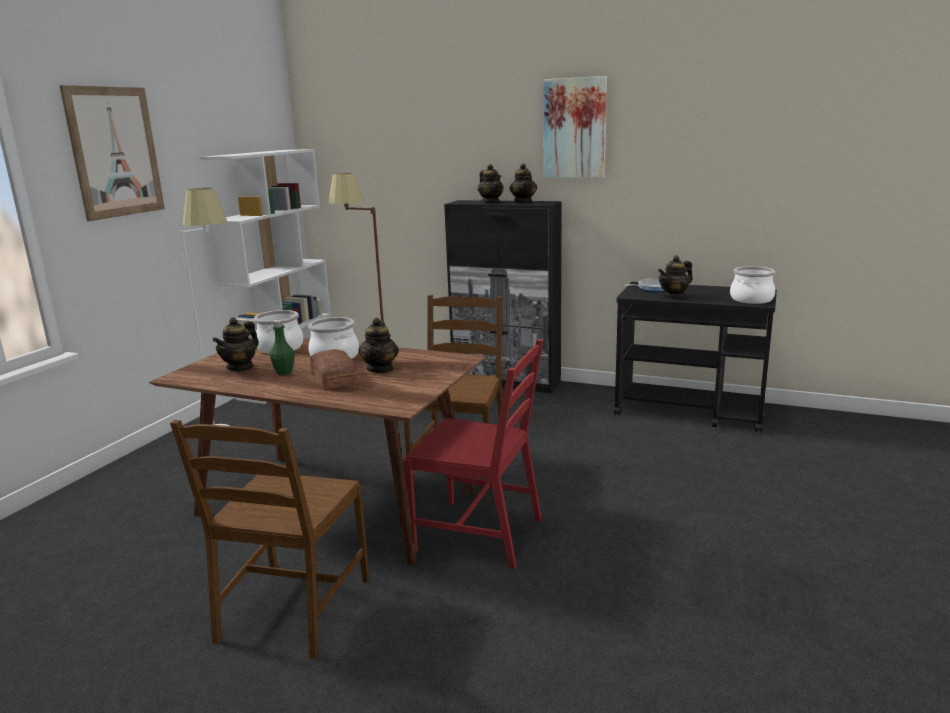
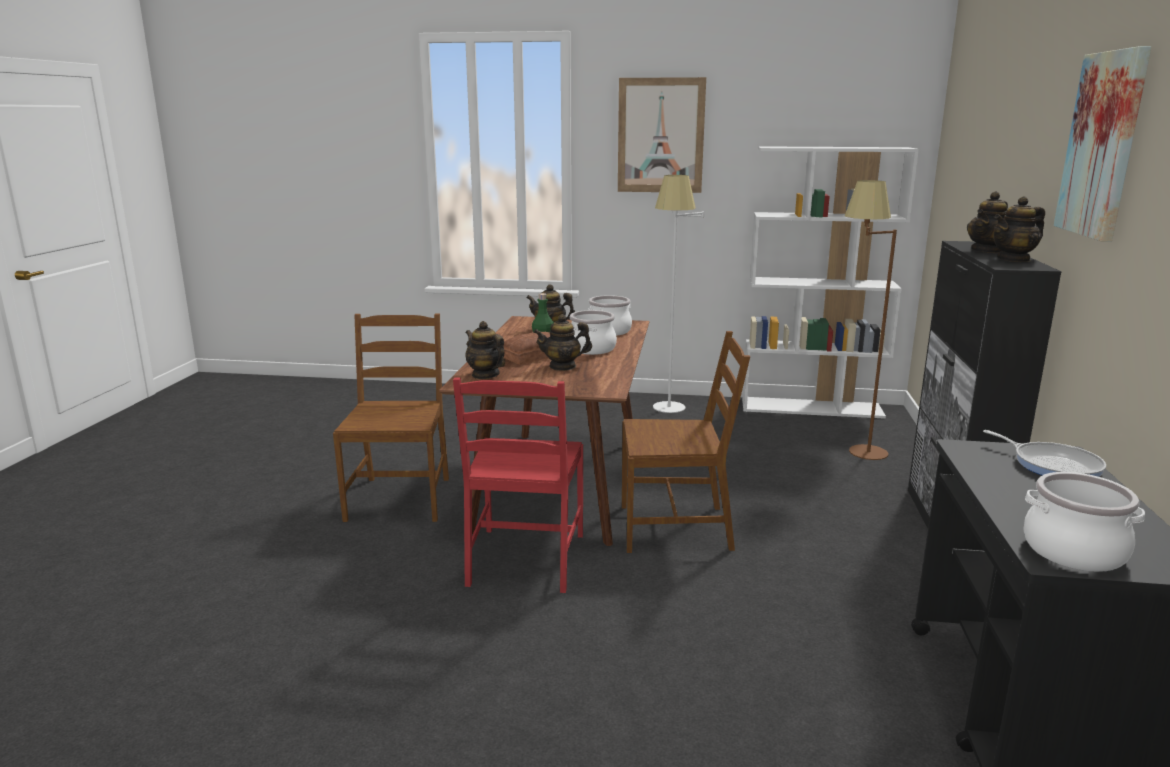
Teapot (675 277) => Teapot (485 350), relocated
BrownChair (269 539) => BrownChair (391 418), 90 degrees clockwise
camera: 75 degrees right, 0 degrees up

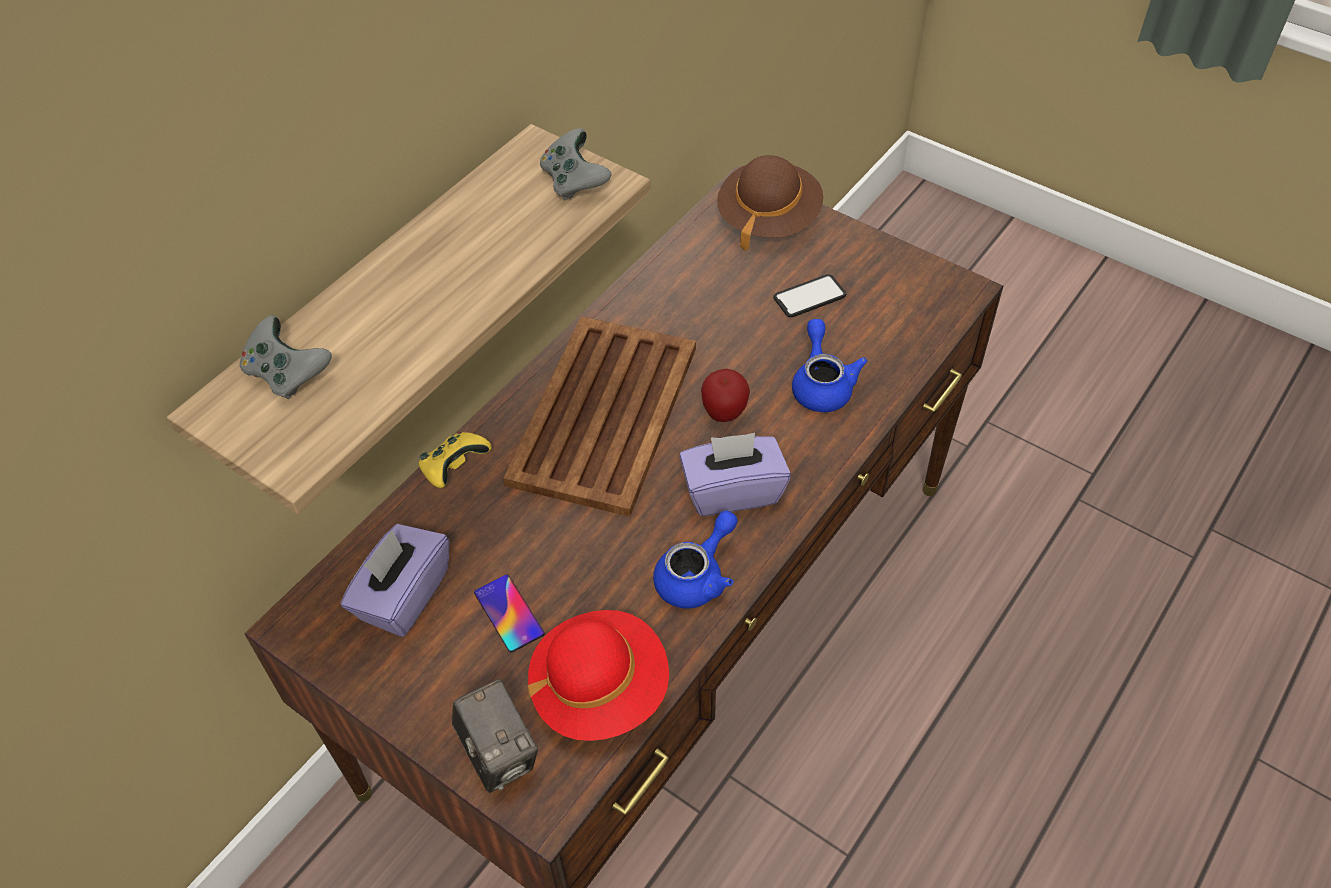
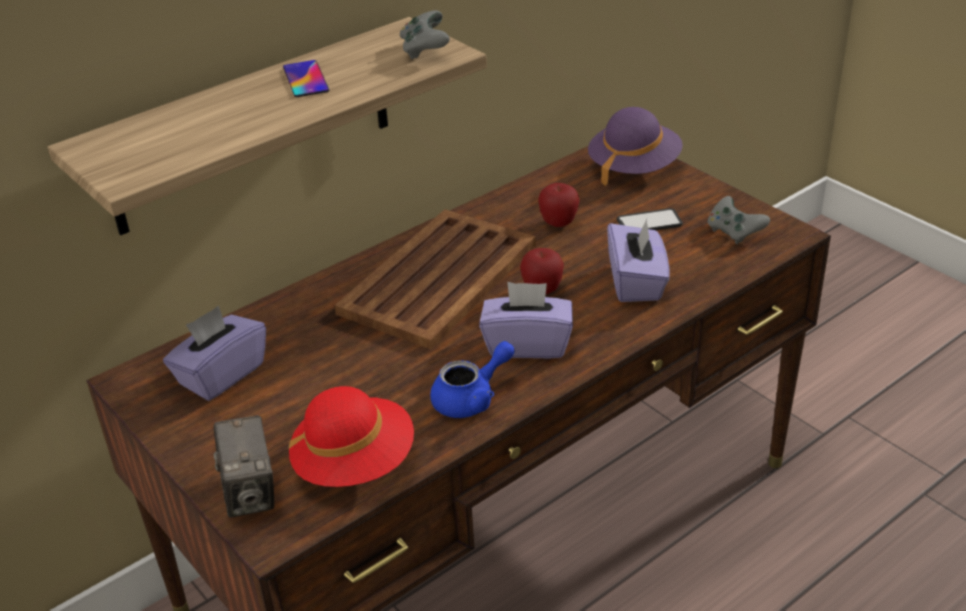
BrownHat (770 203) => PurpleHat (635 146)
GreyGameController (286 357) => GreyGameController (738 220), relocated
BlueTeapot (829 365) => PurpleTissueBox (638 260)
YellowGameController (455 460) => nothing
Phone (509 613) => Phone (306 78), relocated
nothing => Apple (559 205)
camera: 15 degrees right, 15 degrees down

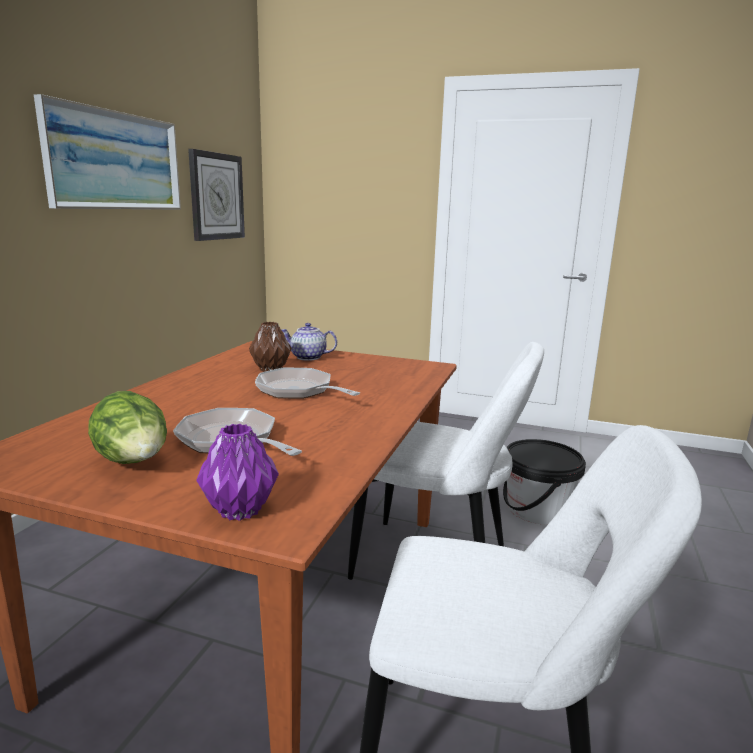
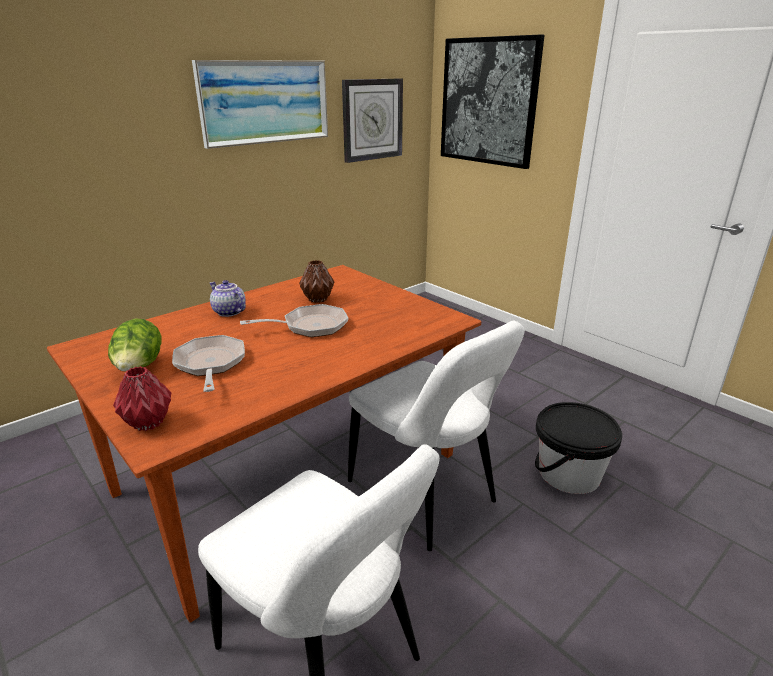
Teapot (309 342) => Teapot (228 298), relocated
FryingPan (307 383) => FryingPan (294 320), 90 degrees clockwise
PurpleVase (237 472) => RedVase (142 398)
nothing => Picture (493 102)
camera: 30 degrees right, 10 degrees up

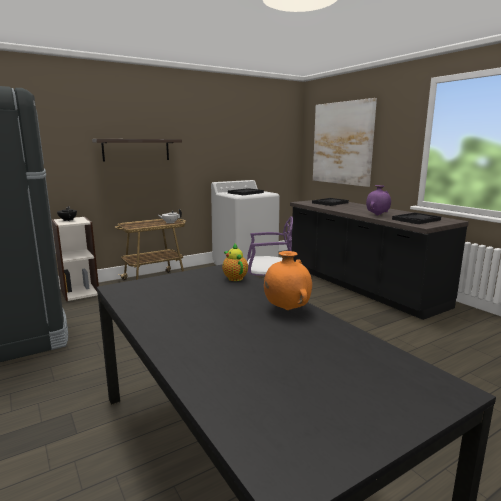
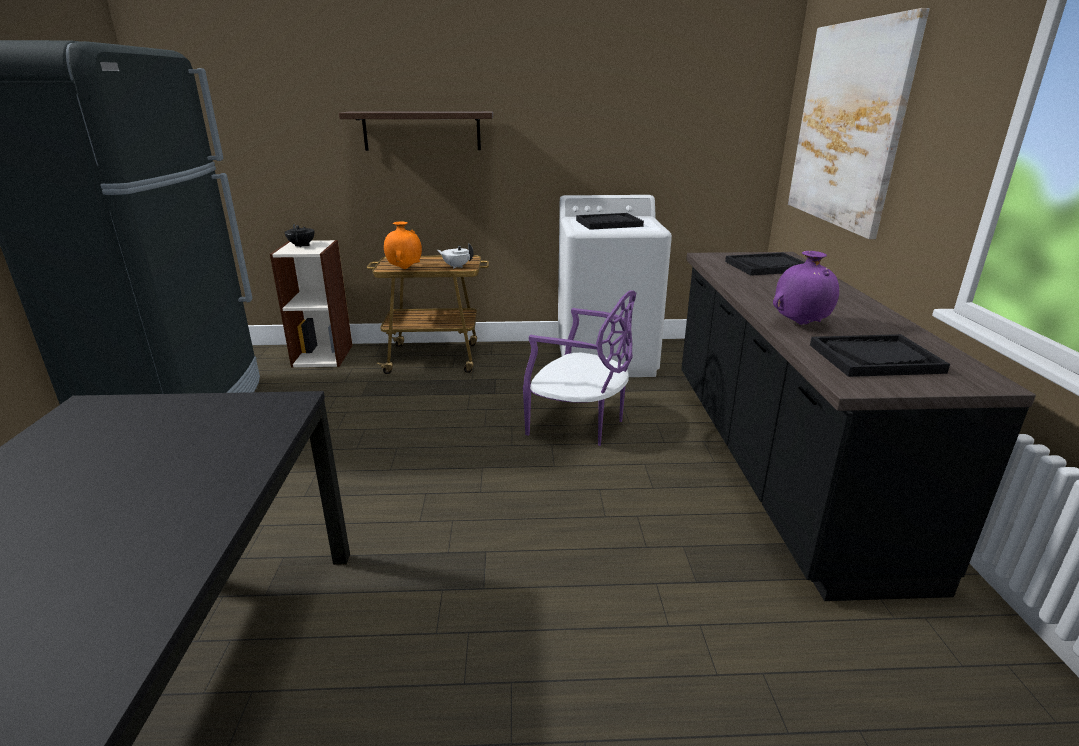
Teapot (235 262) => nothing
OrangeVase (288 280) => OrangeVase (403 245), relocated
camera: 30 degrees right, 10 degrees up

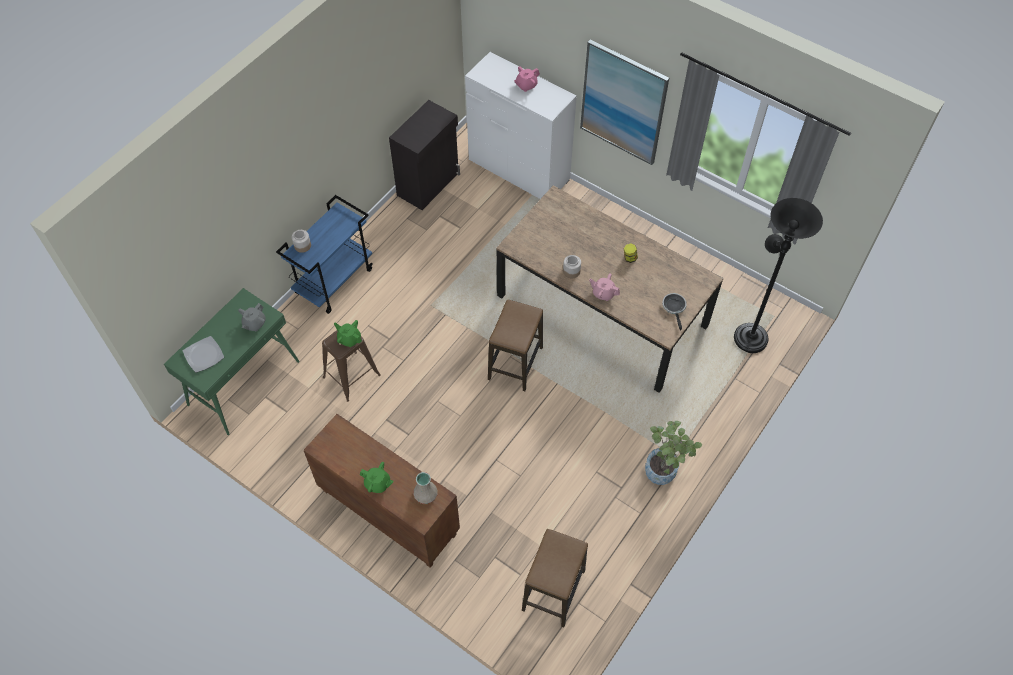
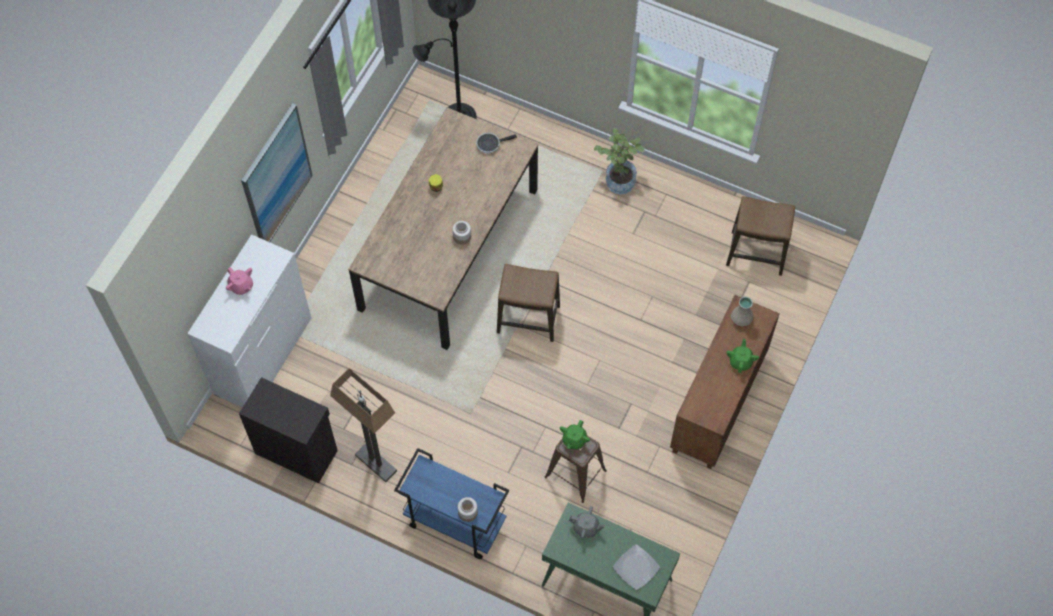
PinkTeapot (604 287) => nothing
nothing => FloorLamp (363 425)
camera: 100 degrees left, 5 degrees up

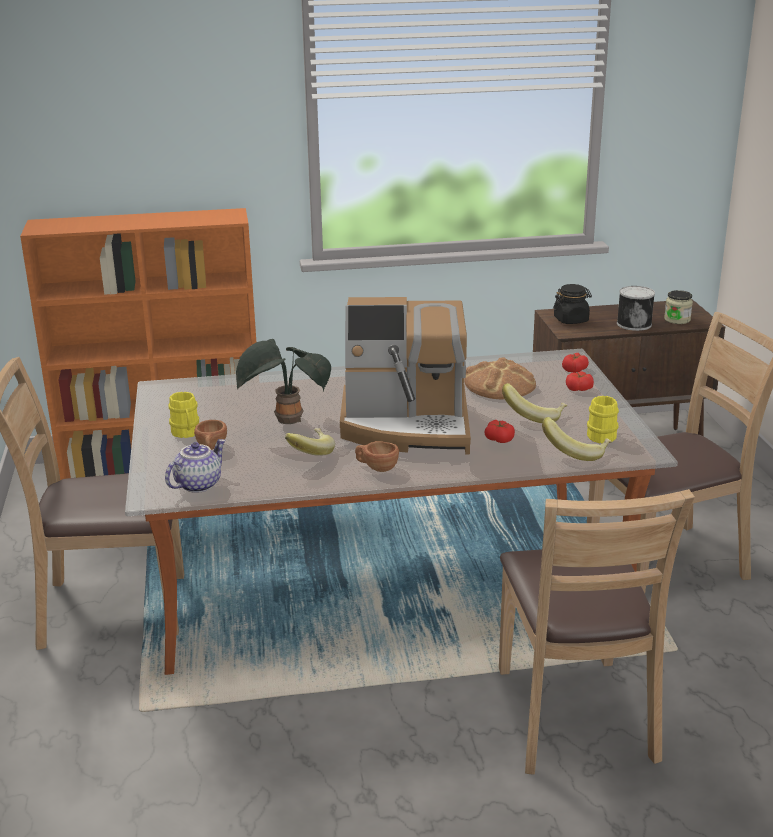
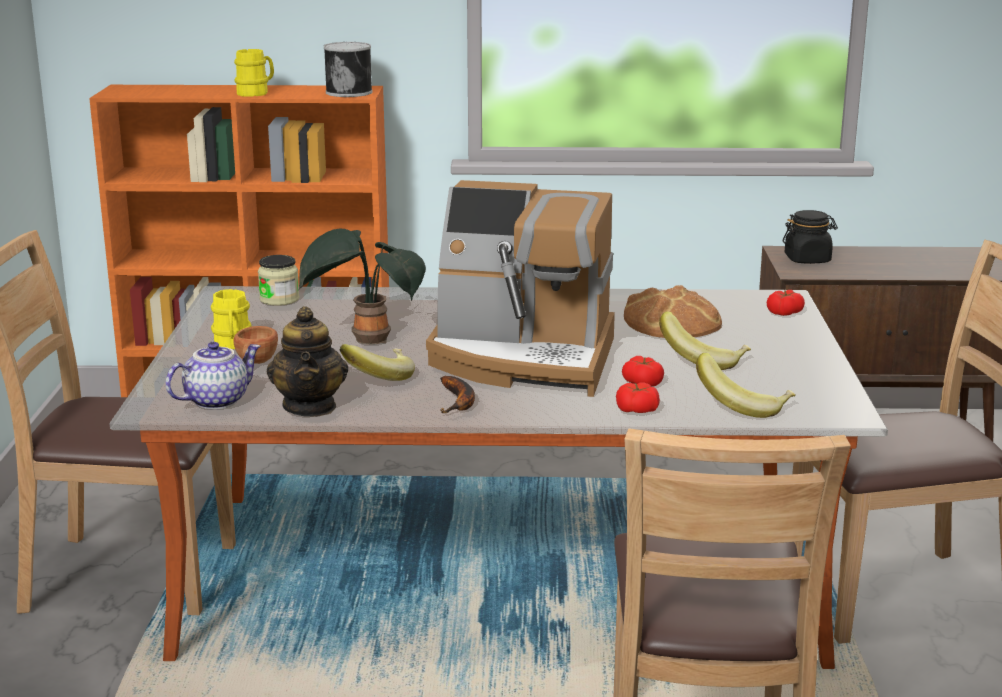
Can (636 308) => Can (348 69), relocated
Jar (678 307) => Jar (278 280), relocated
Tomato (580 381) => Tomato (638 397), relocated
YellowMug (603 420) => YellowMug (254 73), relocated
BrownCup (377 456) => Banana (457 395)
nothing => Teapot (307 361)
camera: 10 degrees right, 5 degrees down

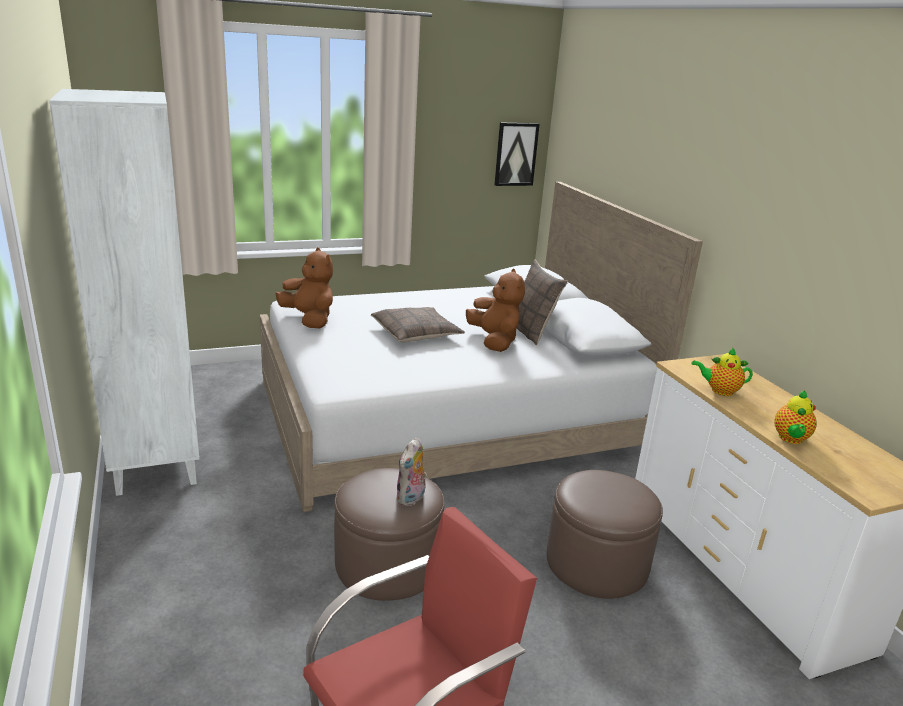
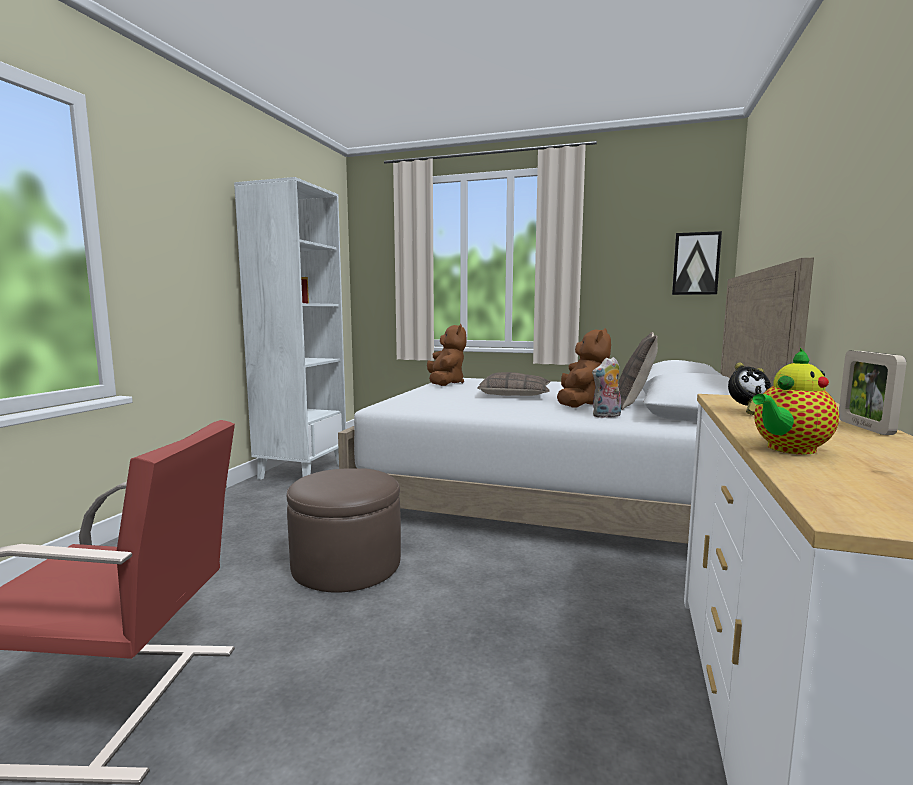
Teapot (722 371) => AlarmClock (750 389)
PlushToy (411 471) => PlushToy (606 387), relocated
BrownOttoman (605 534) => nothing
nothing => PictureFrame (872 392)
camera: 40 degrees right, 15 degrees down

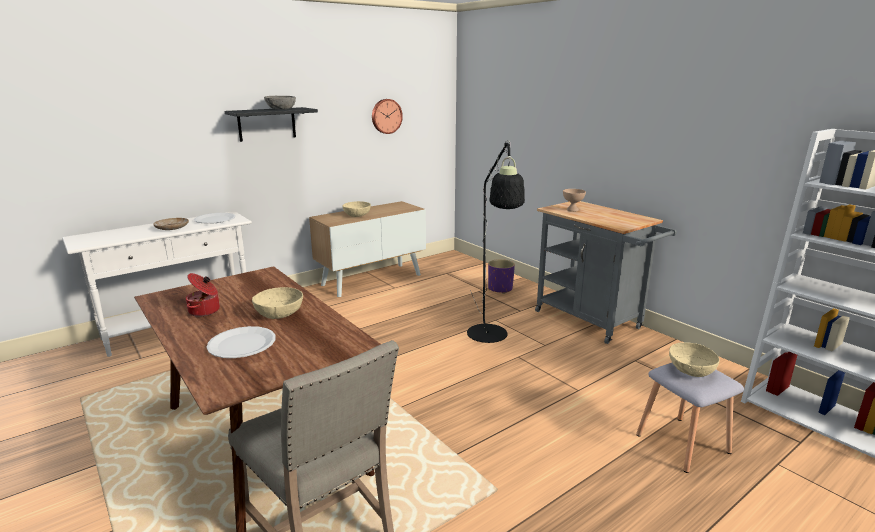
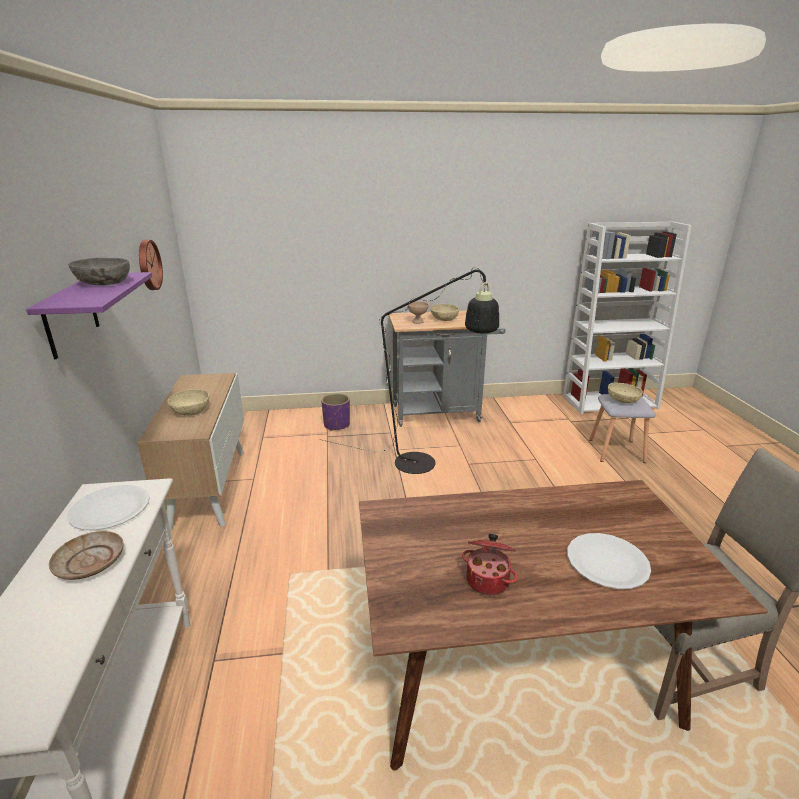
BlackShelf (271 124) => PurpleShelf (89 315)
BeigeBowl (277 303) => BeigeBowl (444 312), relocated
camera: 60 degrees left, 5 degrees up

